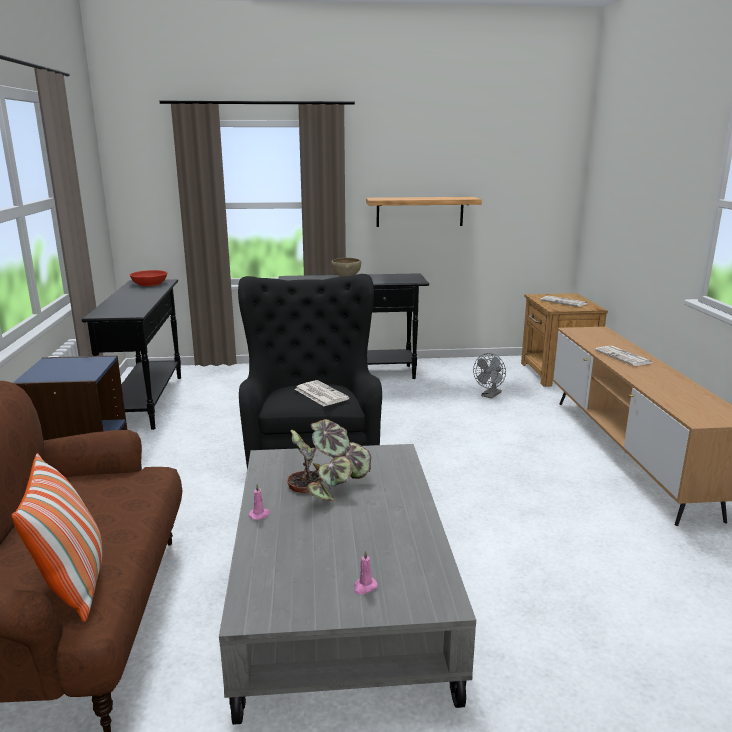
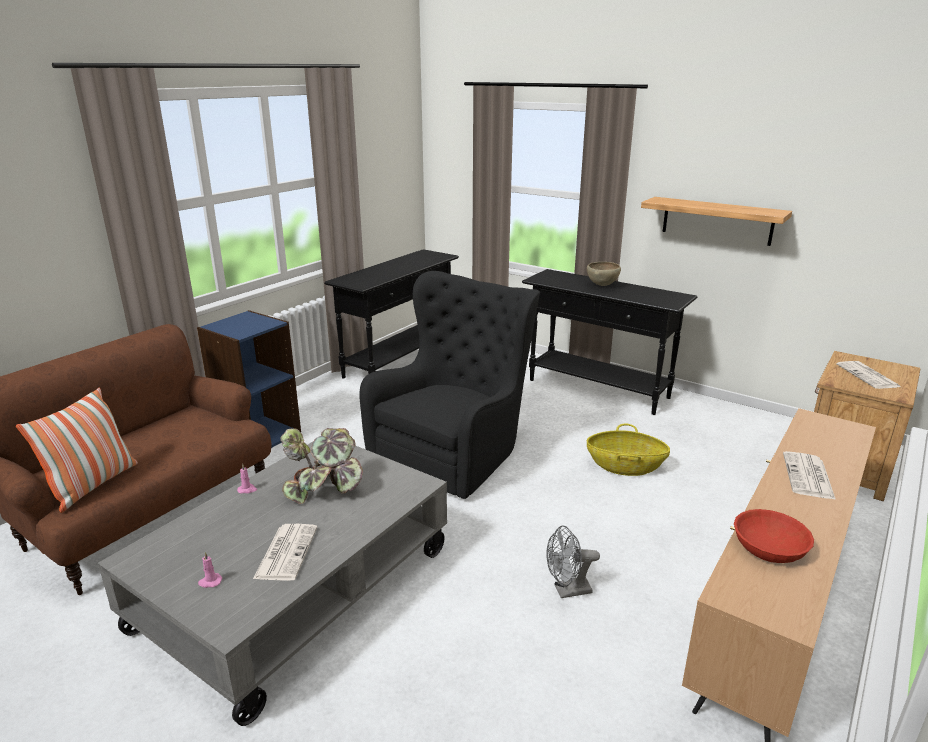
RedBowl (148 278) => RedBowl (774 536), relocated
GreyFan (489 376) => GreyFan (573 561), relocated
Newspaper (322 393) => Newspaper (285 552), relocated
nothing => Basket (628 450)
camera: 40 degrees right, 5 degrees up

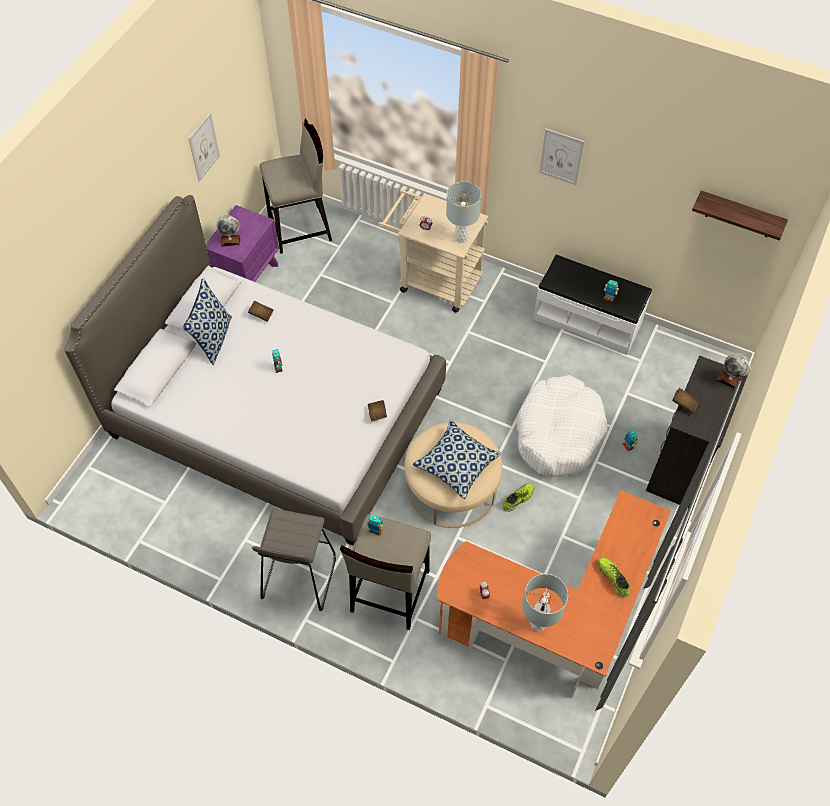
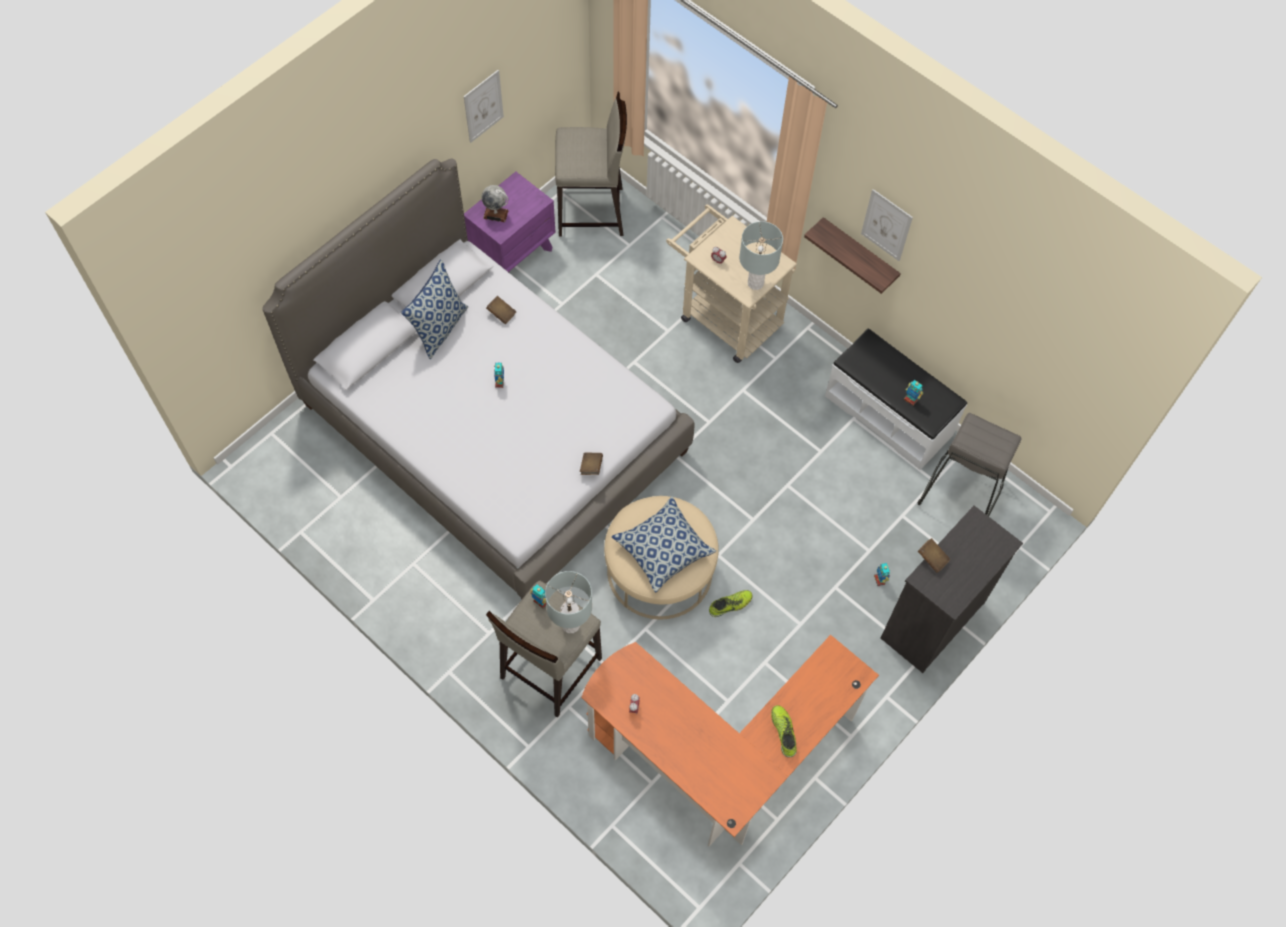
Shelf (740 216) => Shelf (852 255), relocated
Globe (733 371) => nothing
WhiteDogBed (562 426) => nothing
GreyStool (294 559) => GreyStool (970 464), relocated
GreyTableLamp (545 602) => GreyTableLamp (568 602), relocated
camera: 15 degrees right, 5 degrees up

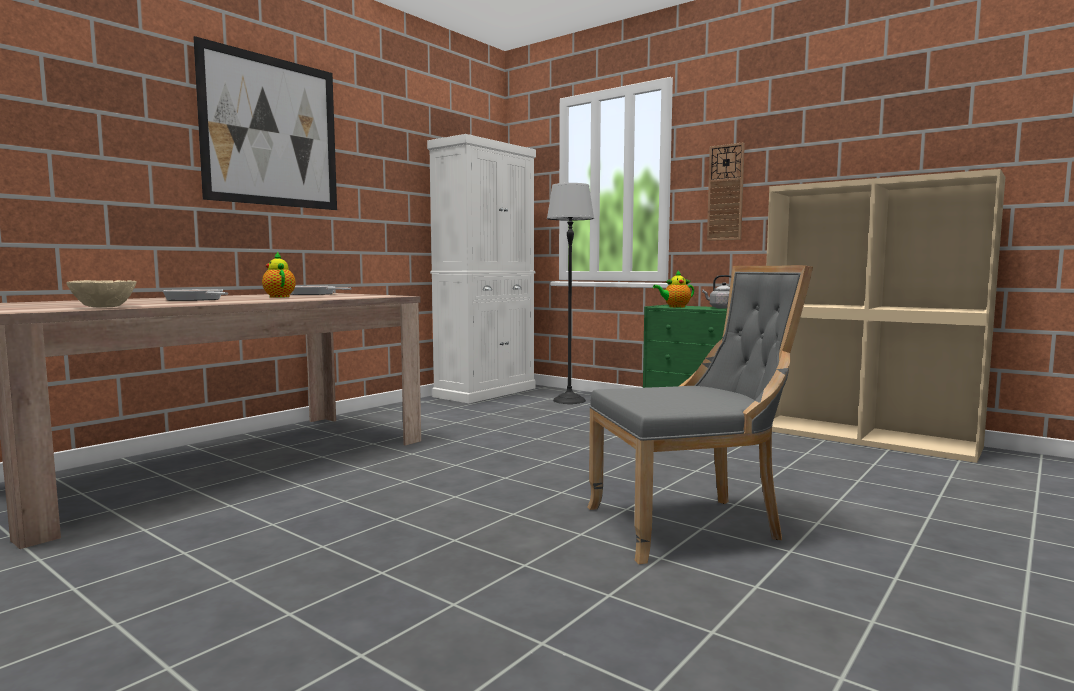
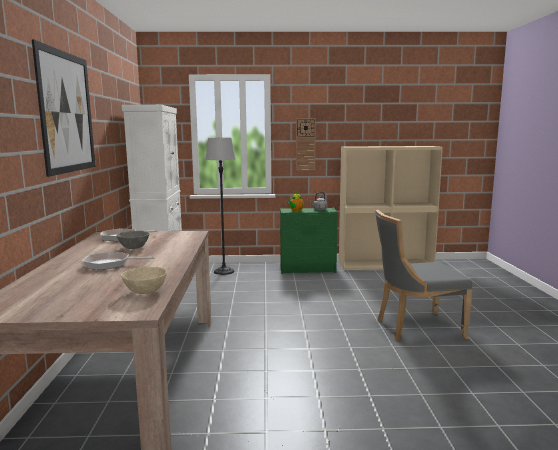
Teapot (279 275) => GreyBowl (132 240)
GreyChair (700 414) => GreyChair (424 275), 135 degrees counterclockwise
camera: 40 degrees left, 5 degrees up

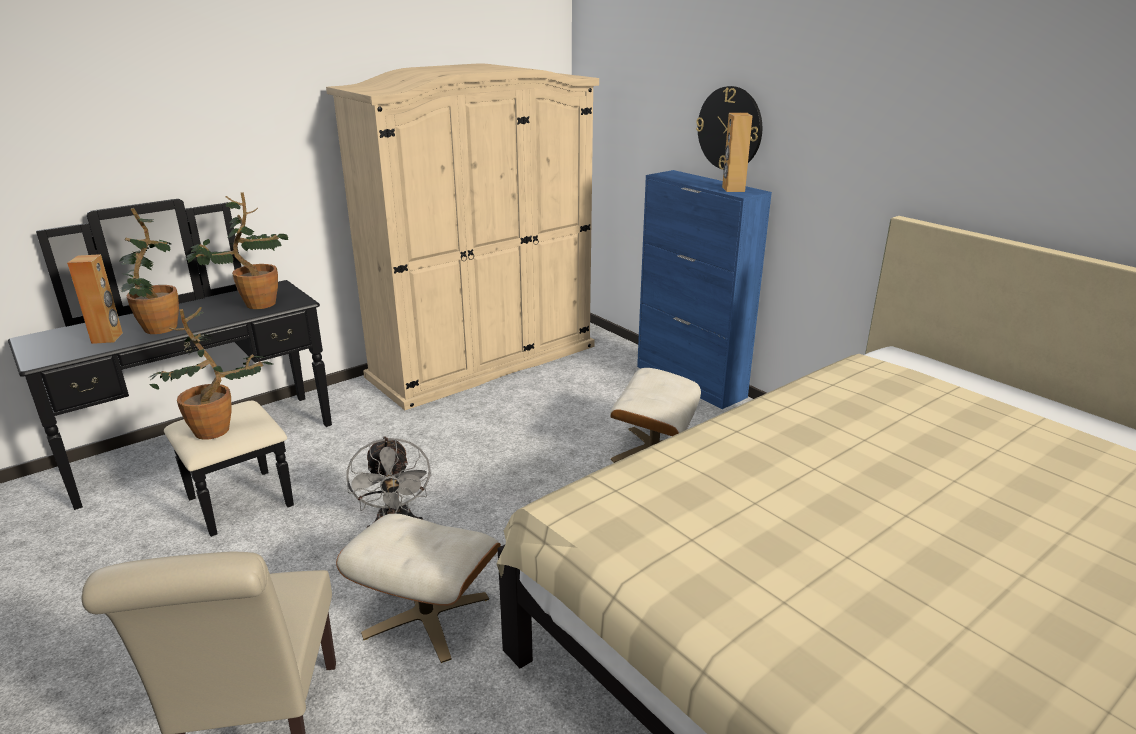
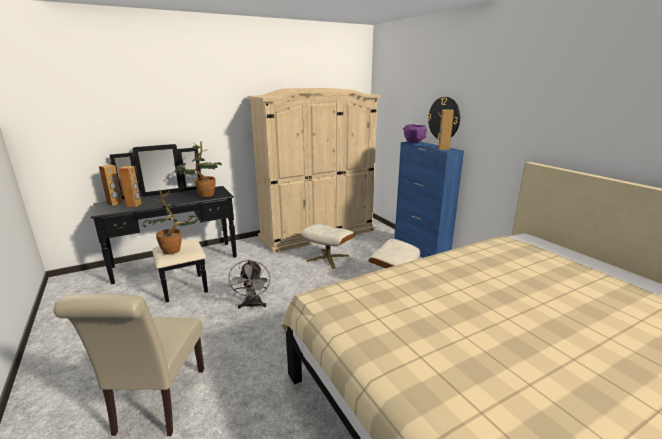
PottedPlant (149 271) => nothing
BeigeOttoman (418 588) => BeigeOttoman (328 246), relocated
nothing => PurpleBowl (415 134)
nothing => BrownSpeaker (111 185)
camera: 10 degrees right, 5 degrees down

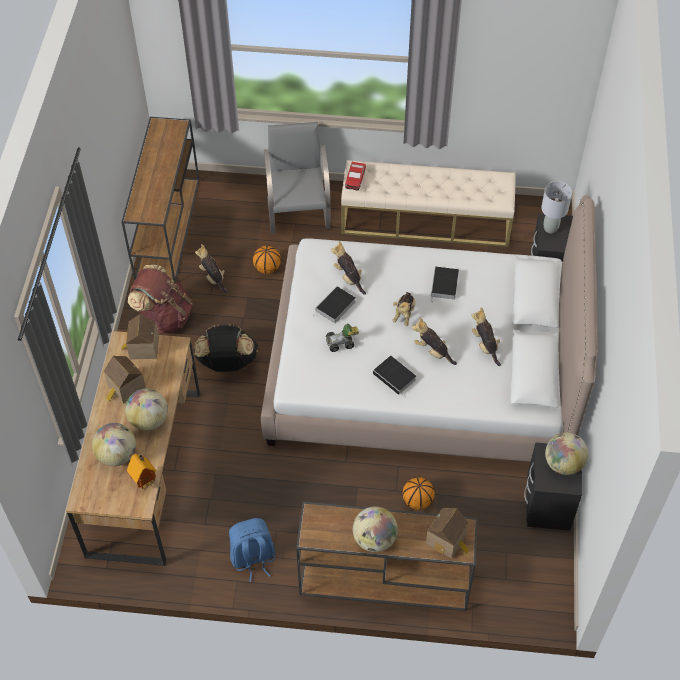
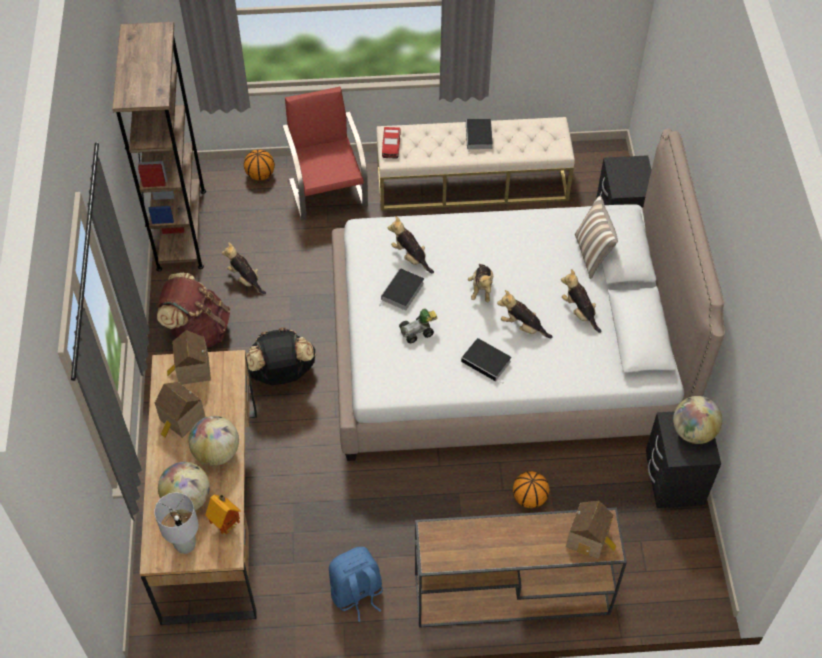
BrownConsoleTable (160 199) => BrownBookcase (159 146)
GreyChair (297 178) => RedChair (325 153)
GreyTableLamp (556 207) => GreyTableLamp (176 523), relocated
Basketball (267 260) => Basketball (259 165), relocated
Book (445 284) => Book (479 135), relocated
Globe (375 529) => nothing
nothing => Pillow (596 237)
camera: 10 degrees left, 0 degrees up

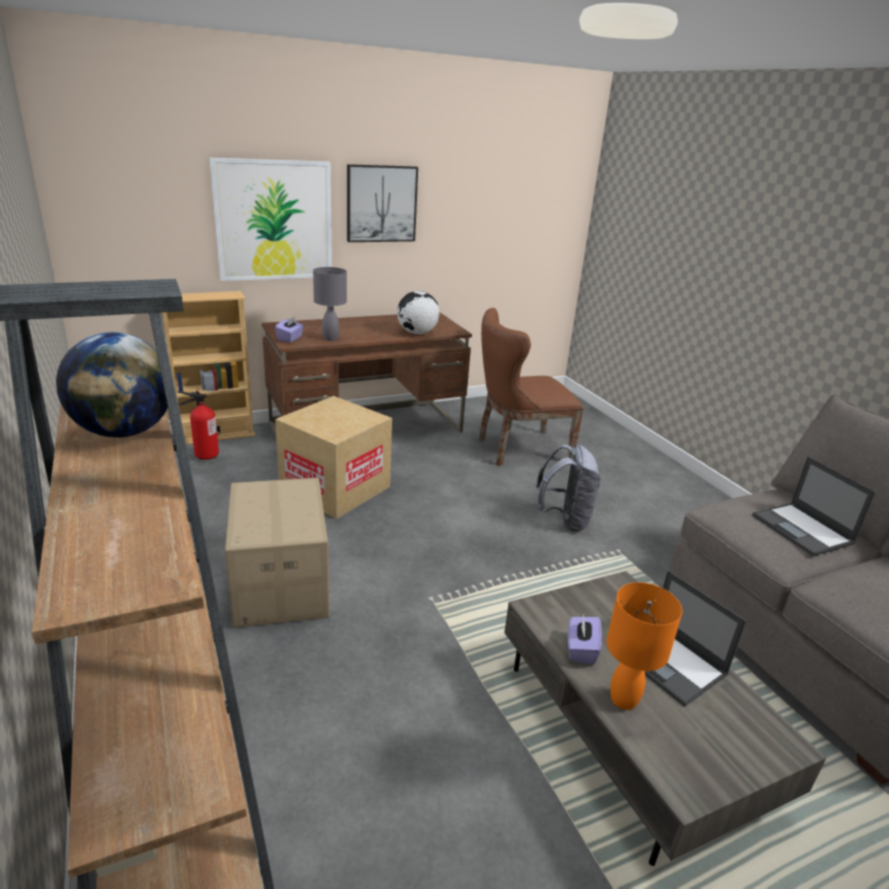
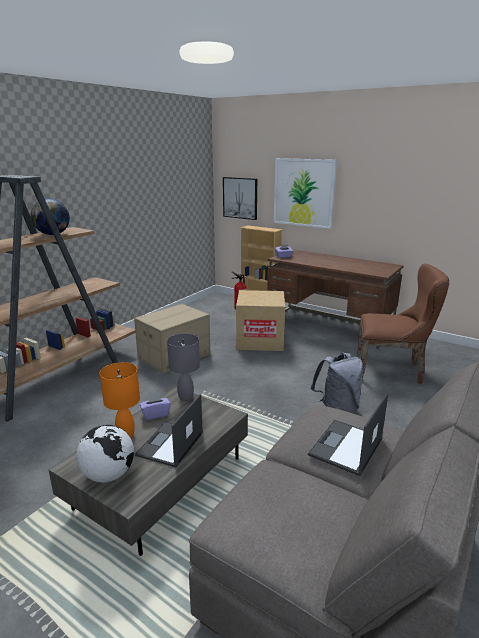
Picture (382 203) => Picture (240 198), relocated
GreyTableLamp (330 304) => GreyTableLamp (183 367), relocated
Globe (418 313) => Globe (105 454), relocated
BrownChair (531 387) => BrownChair (402 323), 150 degrees clockwise
camera: 60 degrees right, 5 degrees down

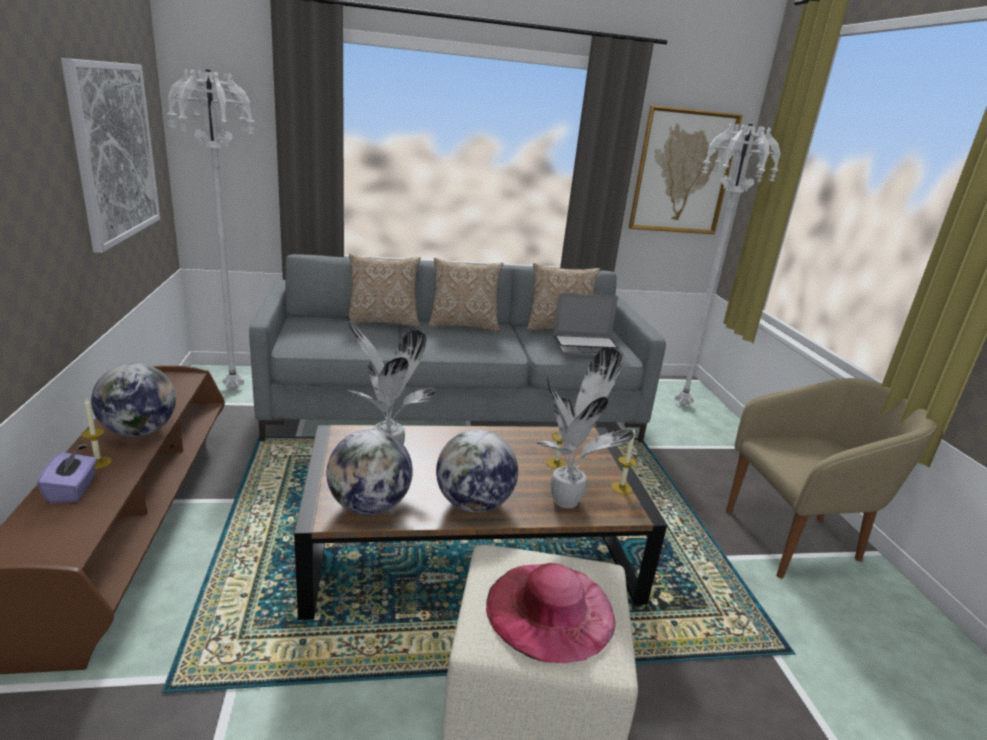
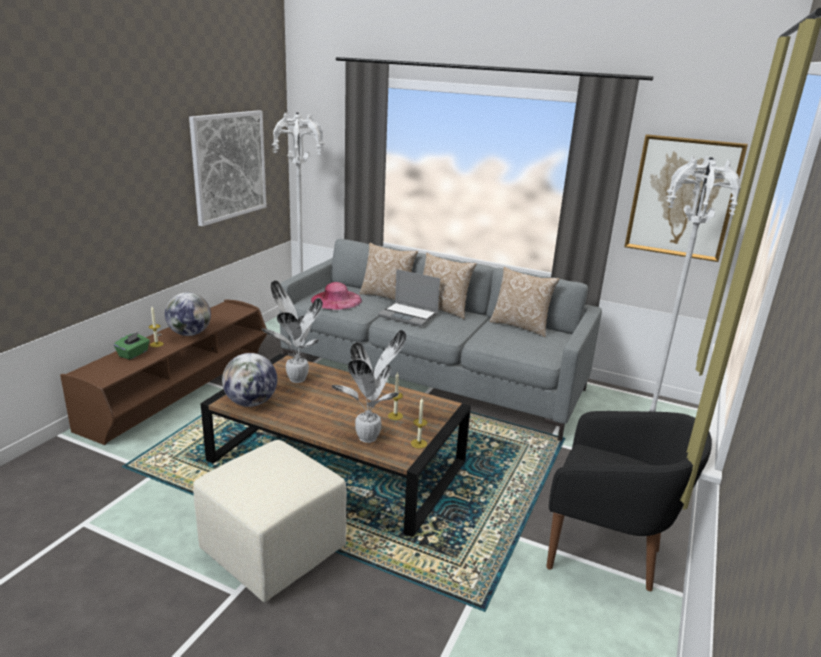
Laptop (588 325) => Laptop (409 298), relocated
BeigeArmchair (831 478) => BlackArmchair (629 501)
Globe (477 471) => nothing
PurpleTissueBox (67 476) => GreenTissueBox (132 346)
PinkHat (551 613) => PinkHat (336 296), relocated
camera: 35 degrees right, 0 degrees up

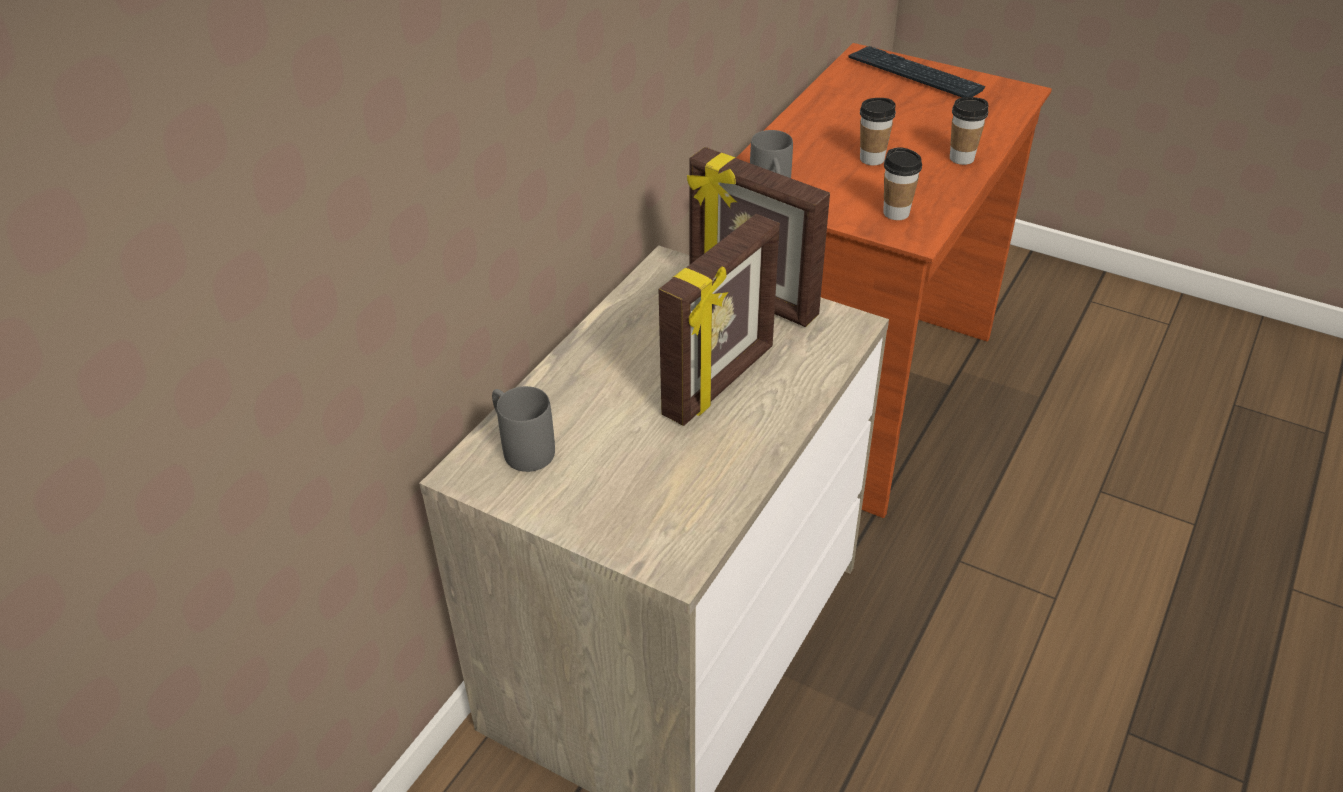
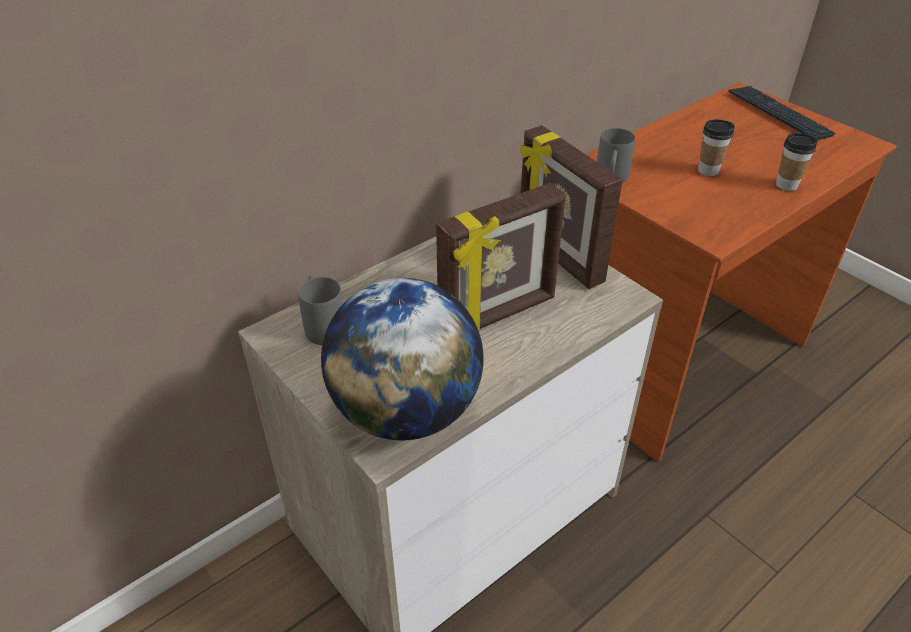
Cup (902 183) => nothing
nothing => Globe (402 359)
camera: 20 degrees right, 0 degrees up

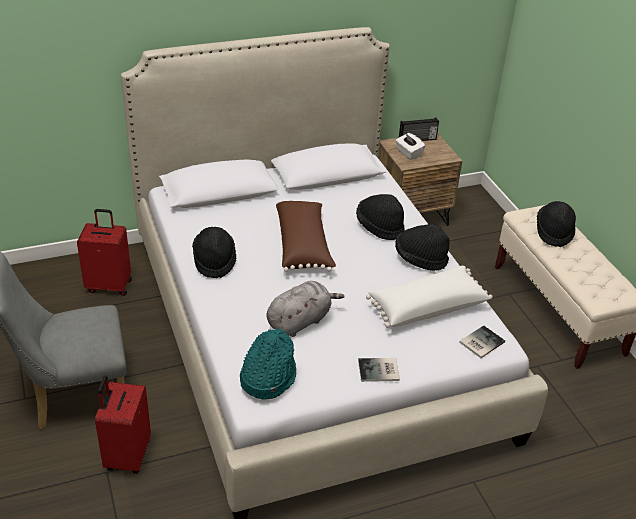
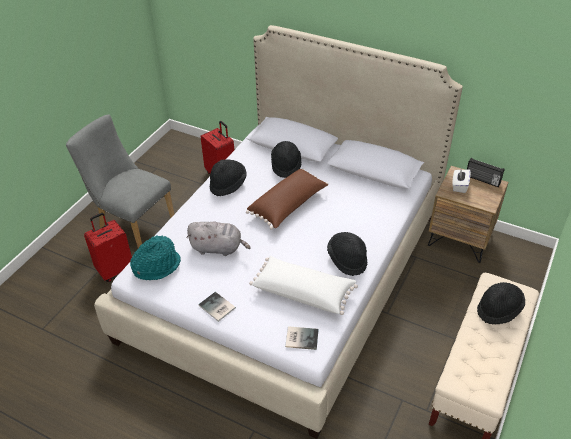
BlackHat (380 217) => BlackHat (286 159), relocated
camera: 50 degrees right, 5 degrees up

